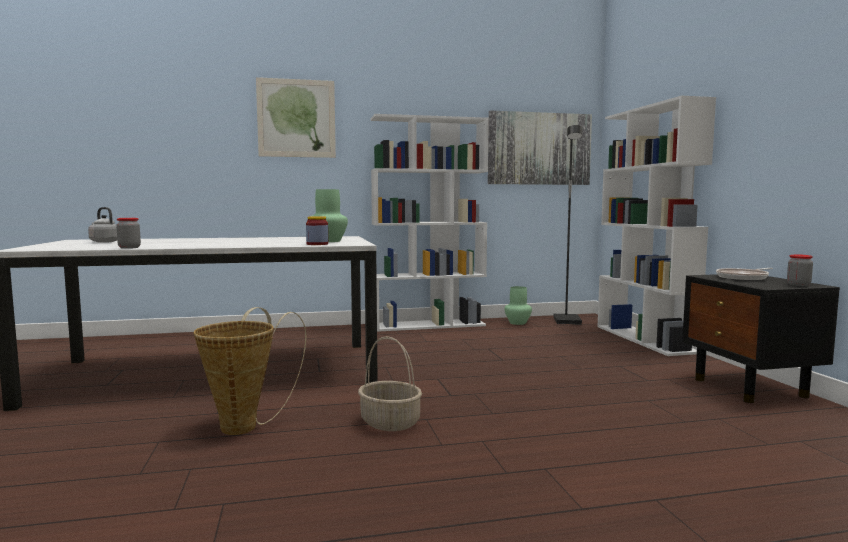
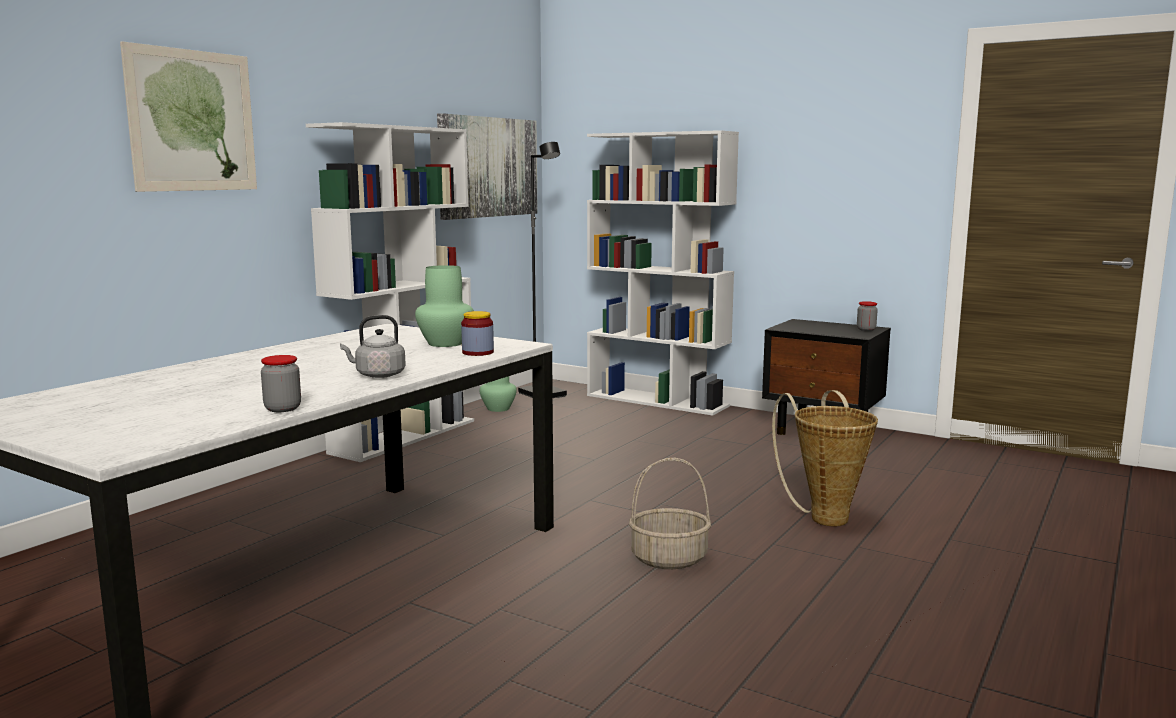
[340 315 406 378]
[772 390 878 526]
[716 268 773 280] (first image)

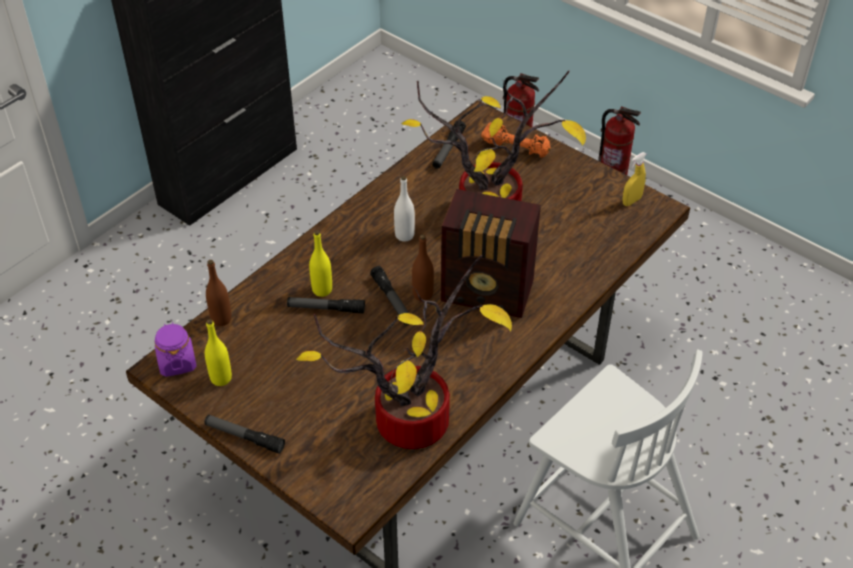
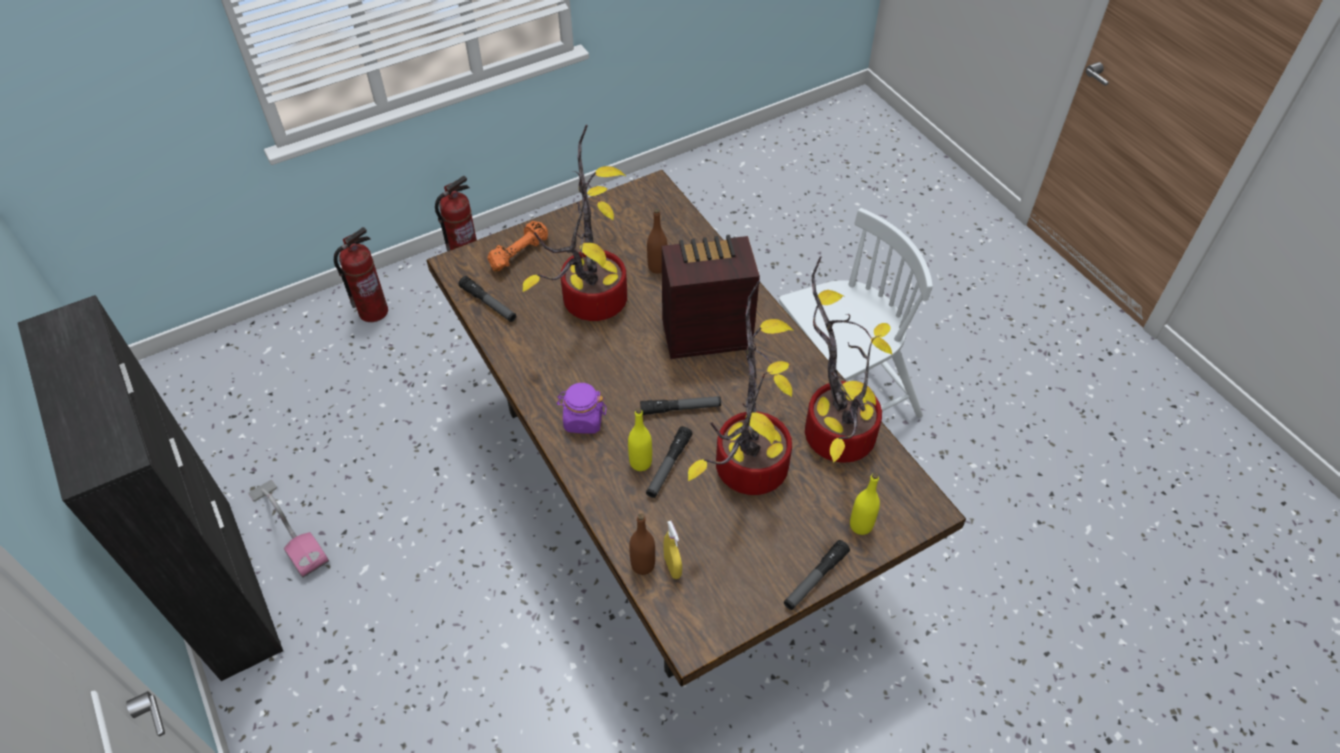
[248 480 329 578]
[556 383 607 434]
[647 209 668 274]
[662 235 760 359]
[663 521 682 579]
[688 281 795 495]
[850 473 880 535]
[394 176 415 242] (first image)

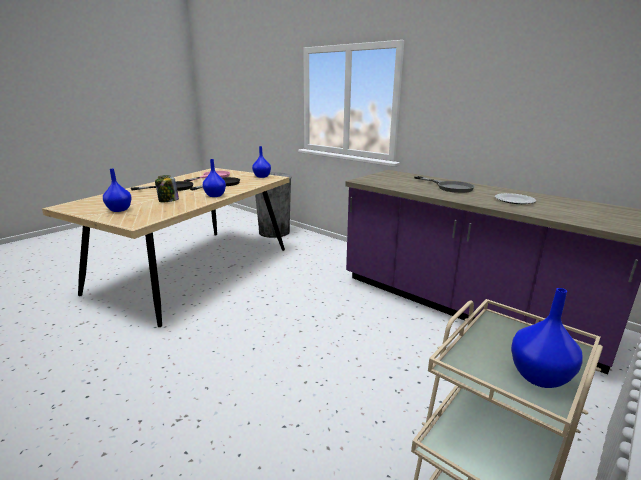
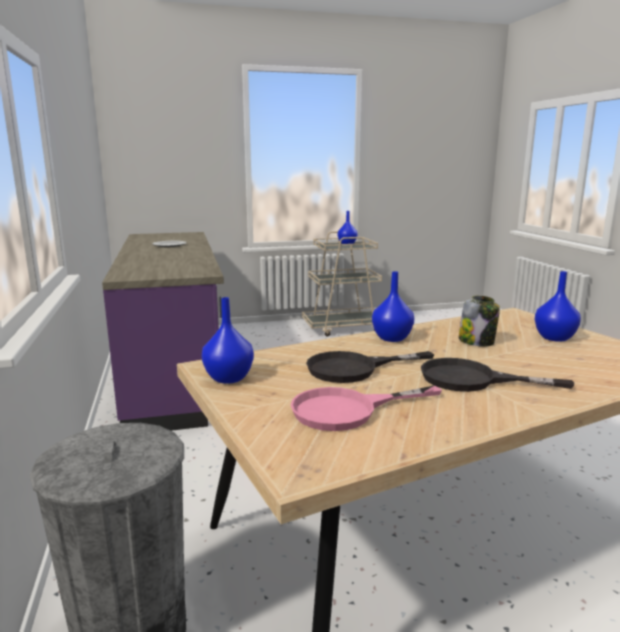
[414 176 475 193] (first image)

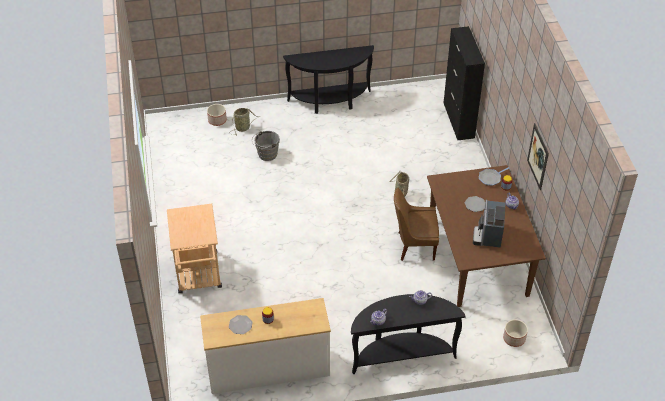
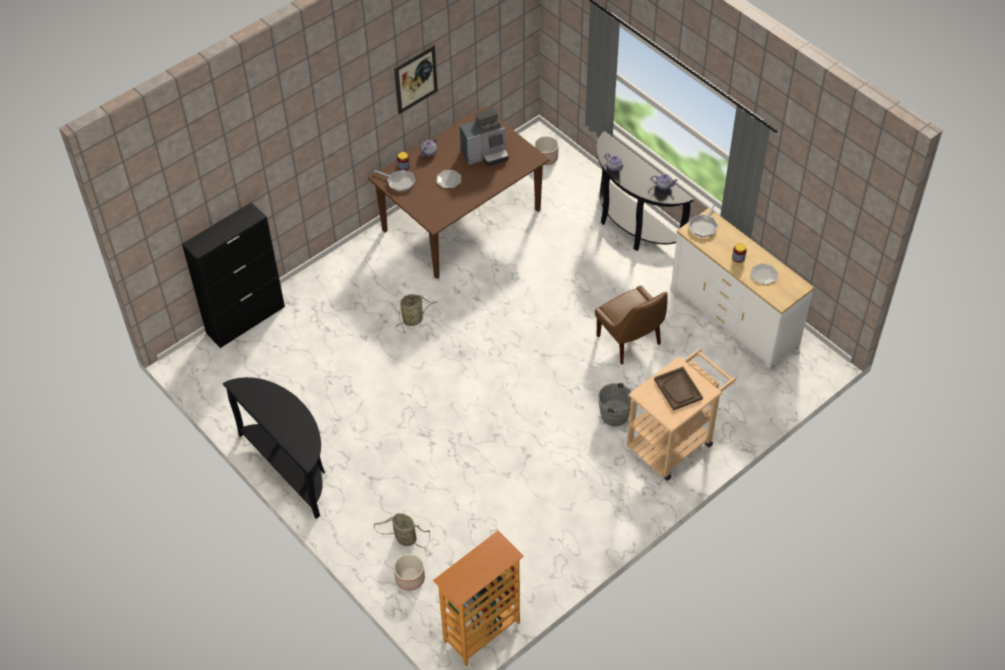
[433 531 524 666]
[595 286 668 365]
[598 383 633 426]
[654 367 703 411]
[689 204 718 237]

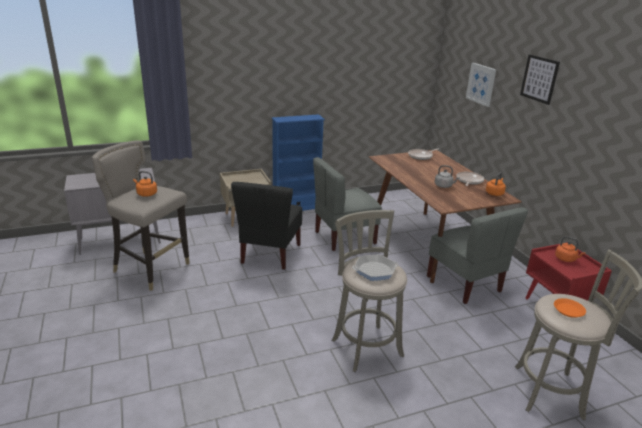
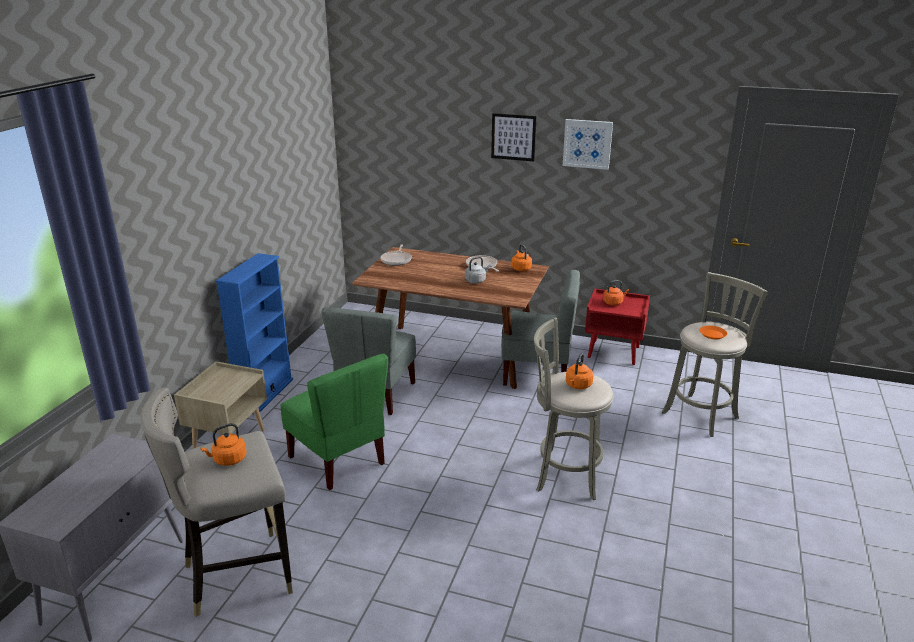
[281 354 388 490]
[563 119 613 170]
[566 353 593 389]

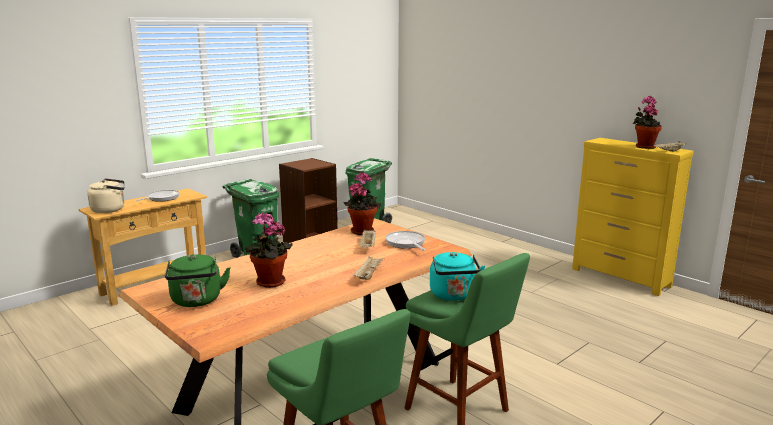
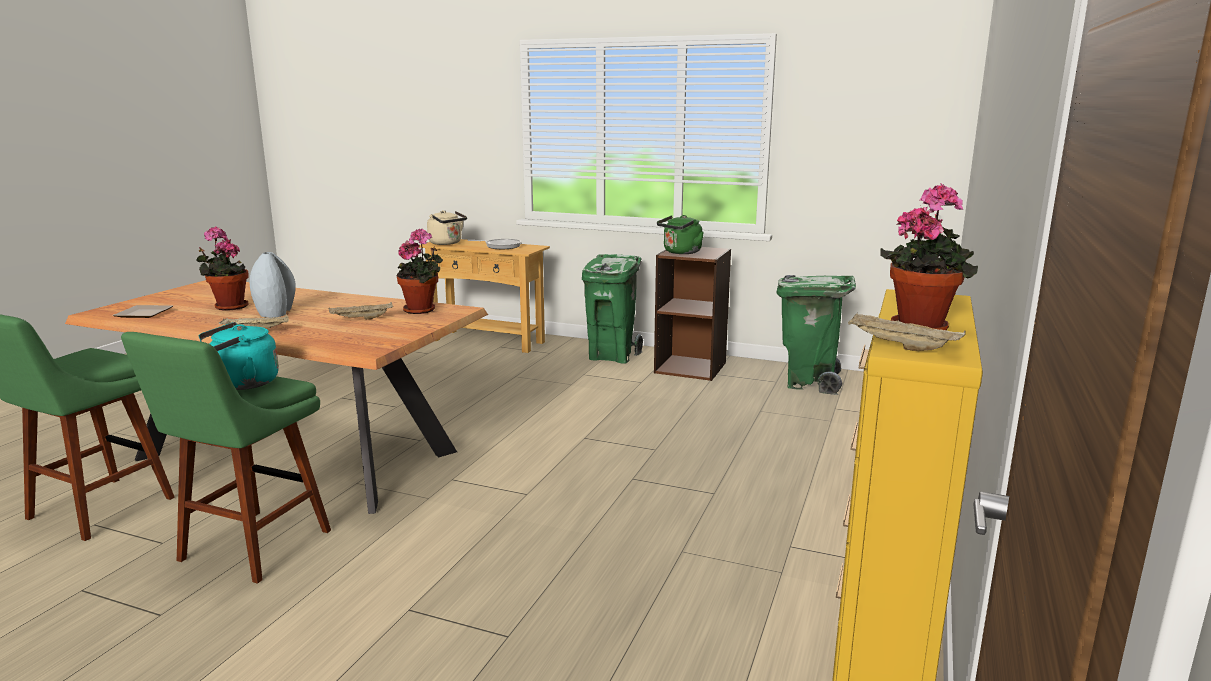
[113 305 173 318]
[250 252 296 318]
[657 215 704 254]
[385 231 425 251] (first image)

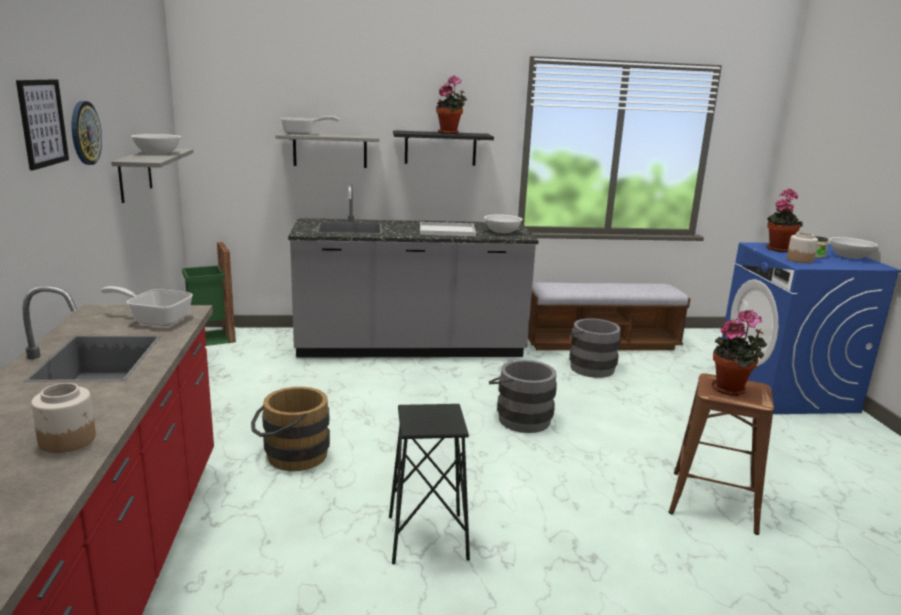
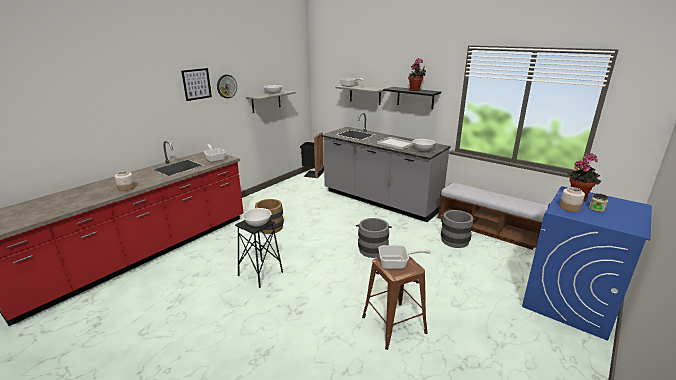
[242 208 272 226]
[300 133 324 178]
[378 245 431 269]

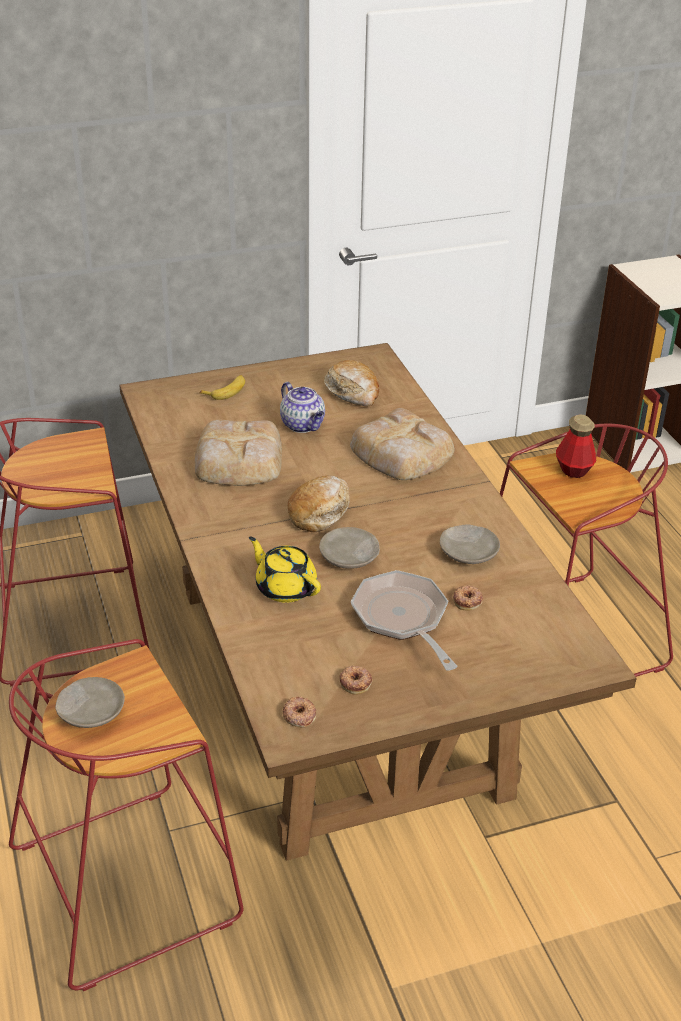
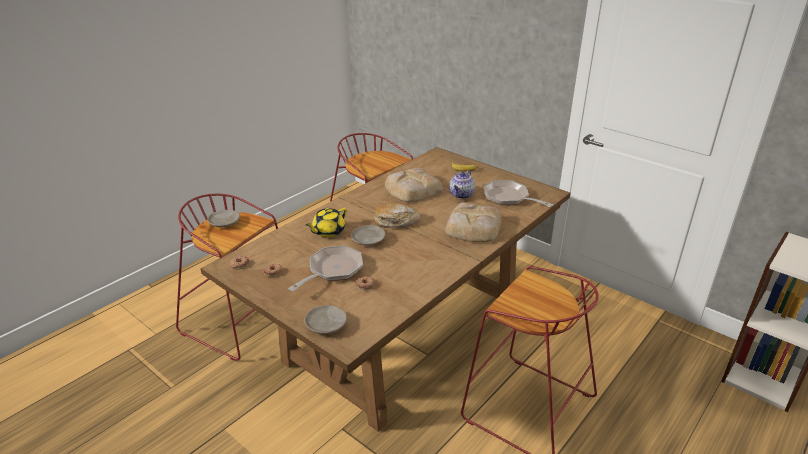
[304 305 347 335]
[306 208 347 238]
[483 180 553 207]
[556 414 596 478] (first image)

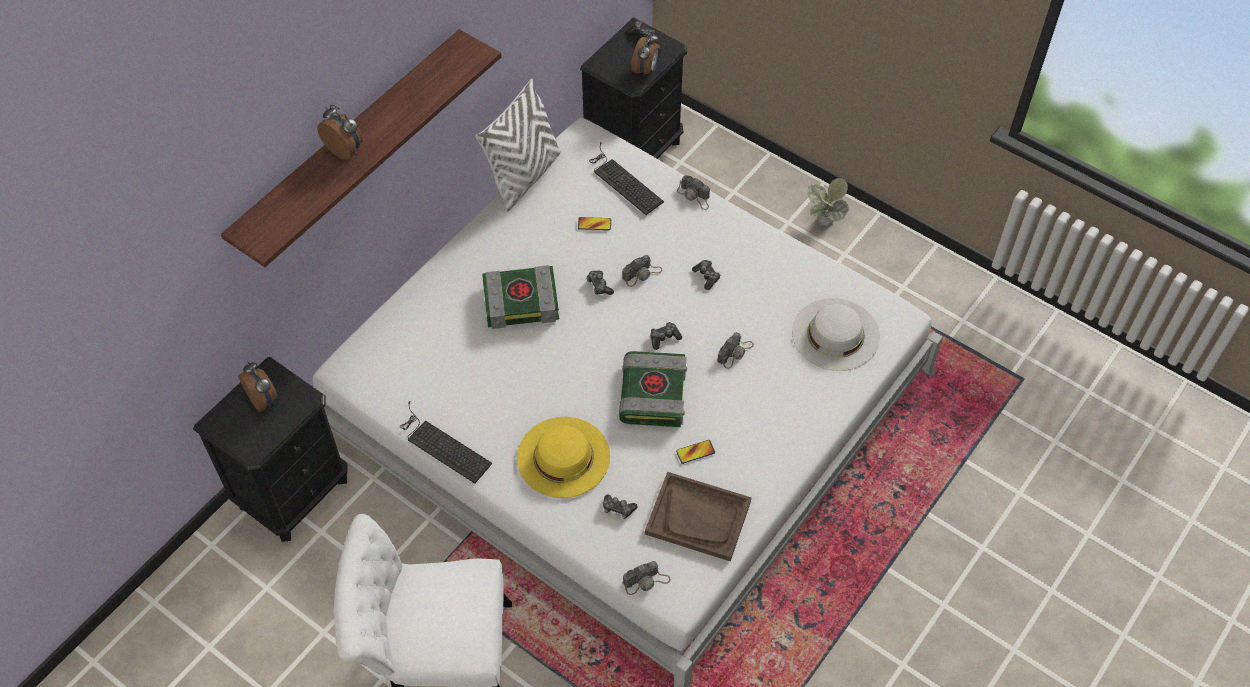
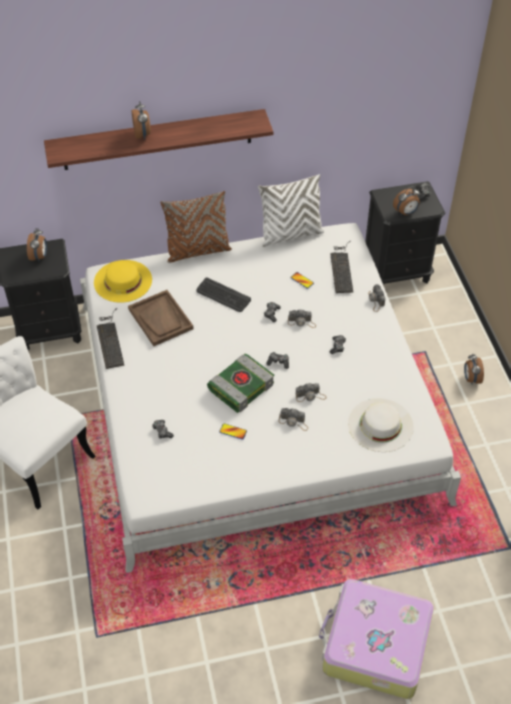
[94 260 152 303]
[128 290 194 346]
[160 191 232 263]
[196 277 251 312]
[279 408 308 431]
[319 579 434 699]
[464 353 484 384]

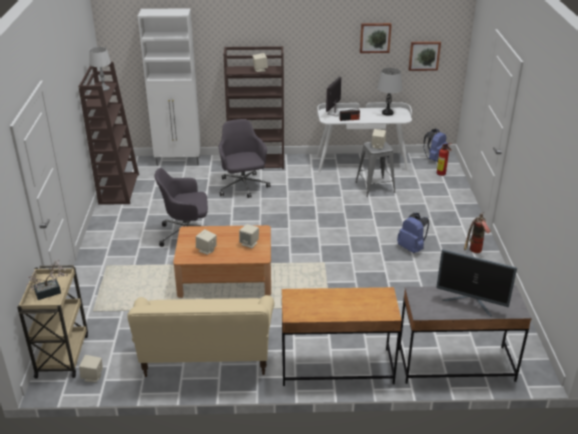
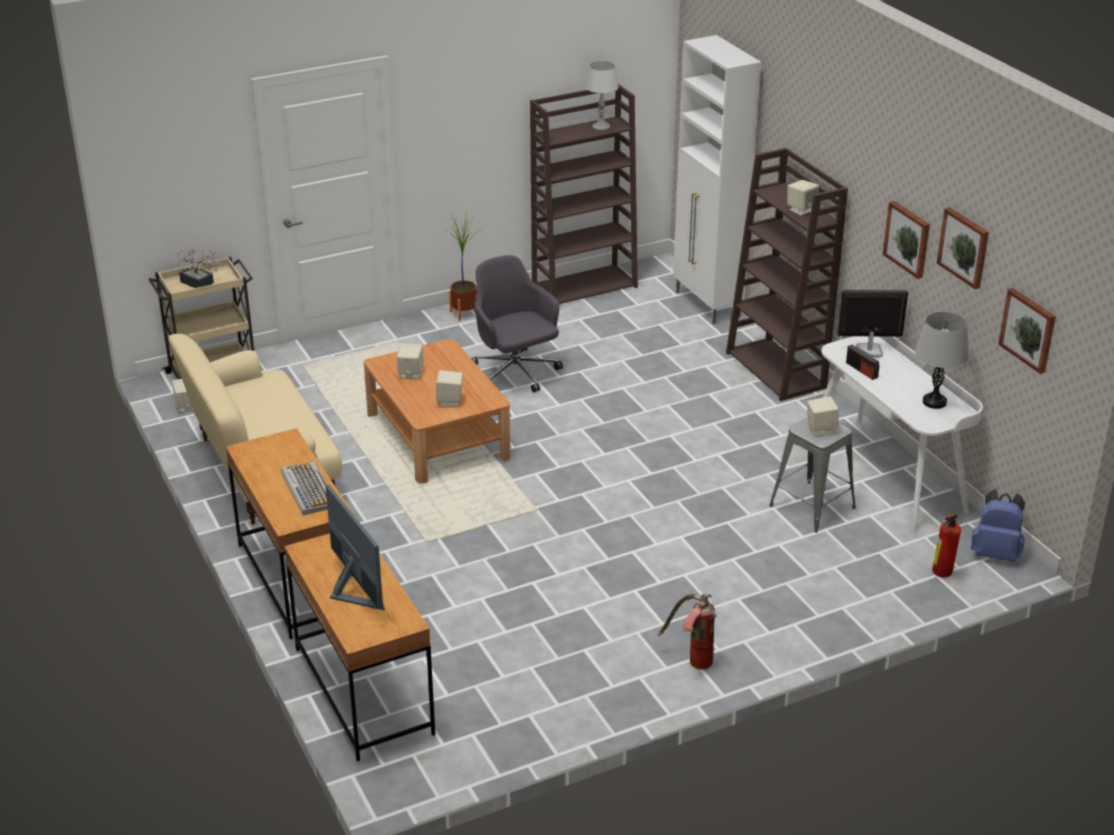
[281 461 328 515]
[284 533 435 761]
[325 484 385 611]
[449 212 482 321]
[883 201 930 279]
[219 119 271 198] (first image)
[397 213 429 253] (first image)

